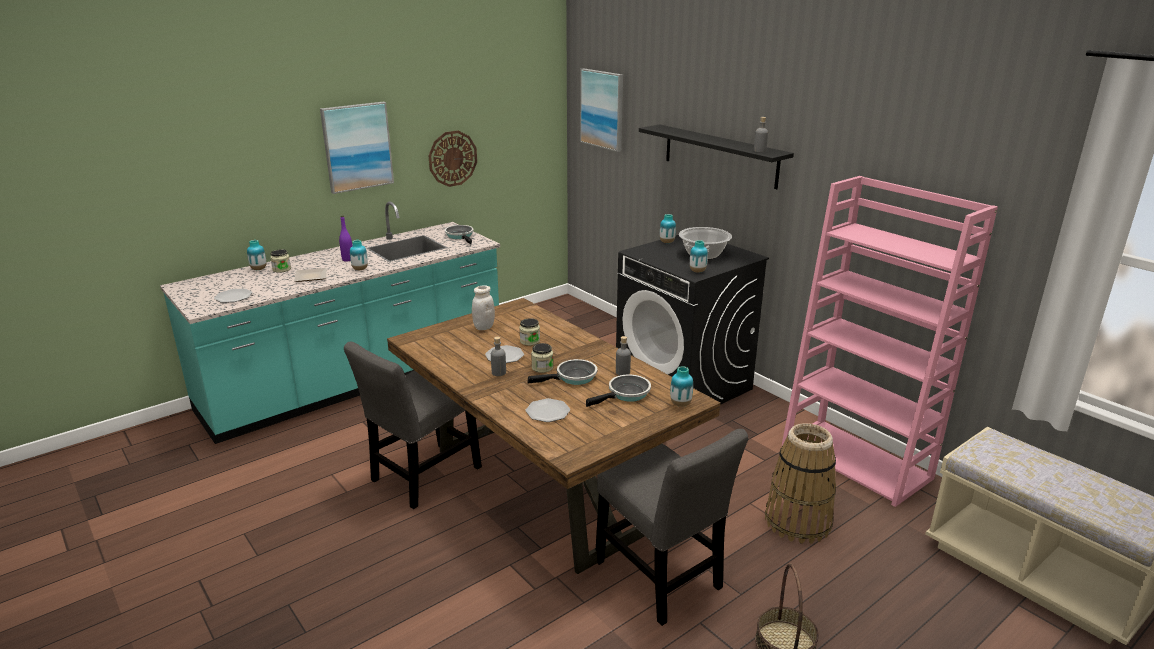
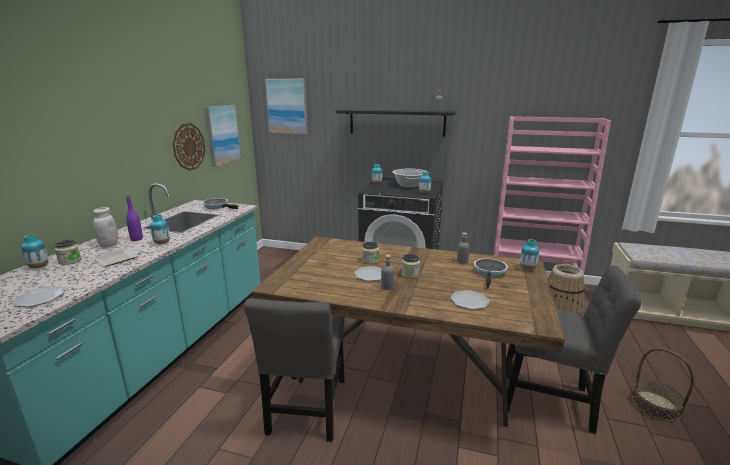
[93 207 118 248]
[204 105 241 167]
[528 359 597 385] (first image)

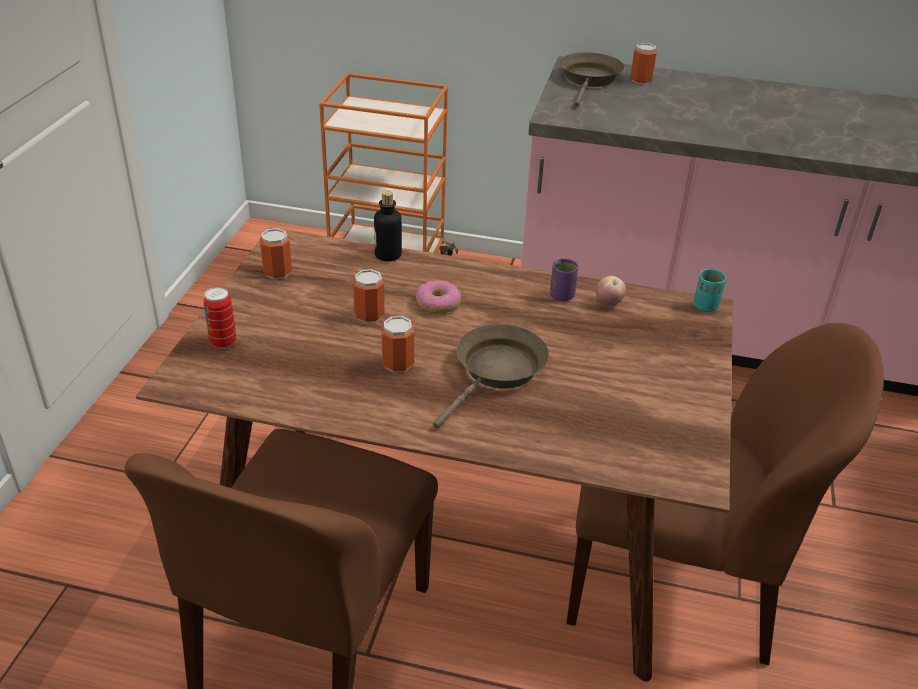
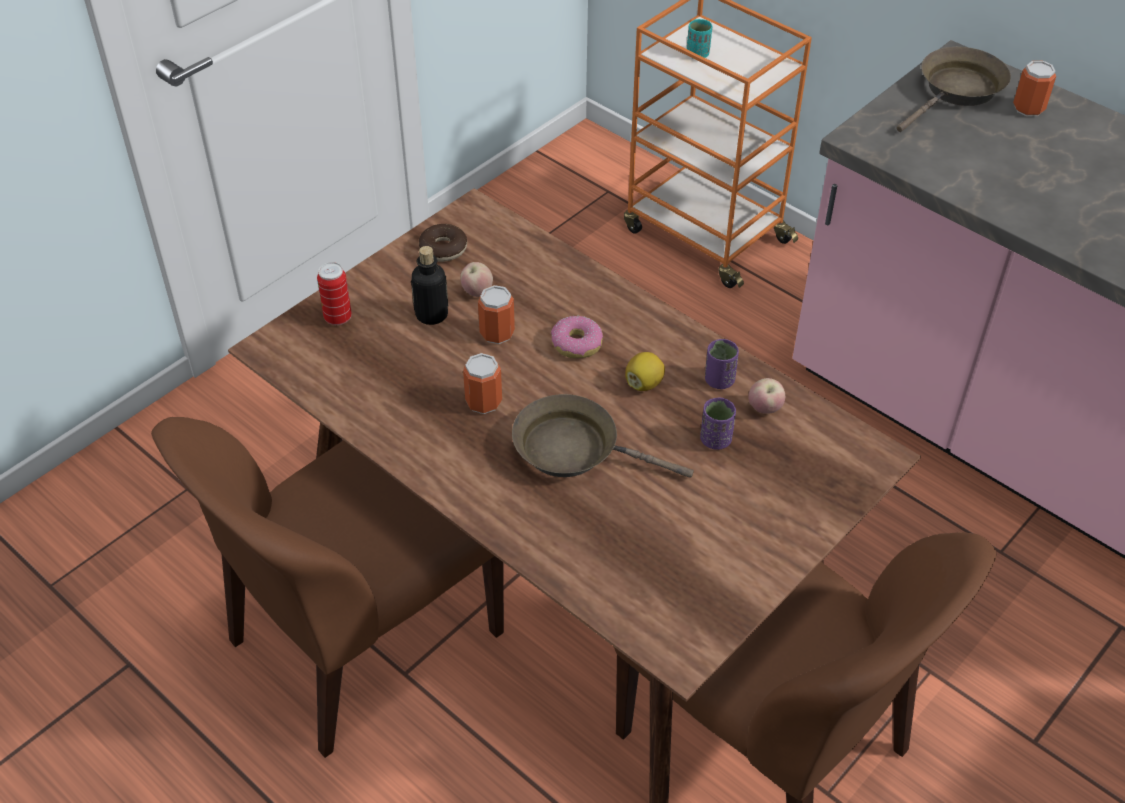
[411 246 448 325]
[419 224 467 262]
[460 262 493 297]
[512 394 694 478]
[625 352 665 391]
[687 19 712 58]
[700 397 736 450]

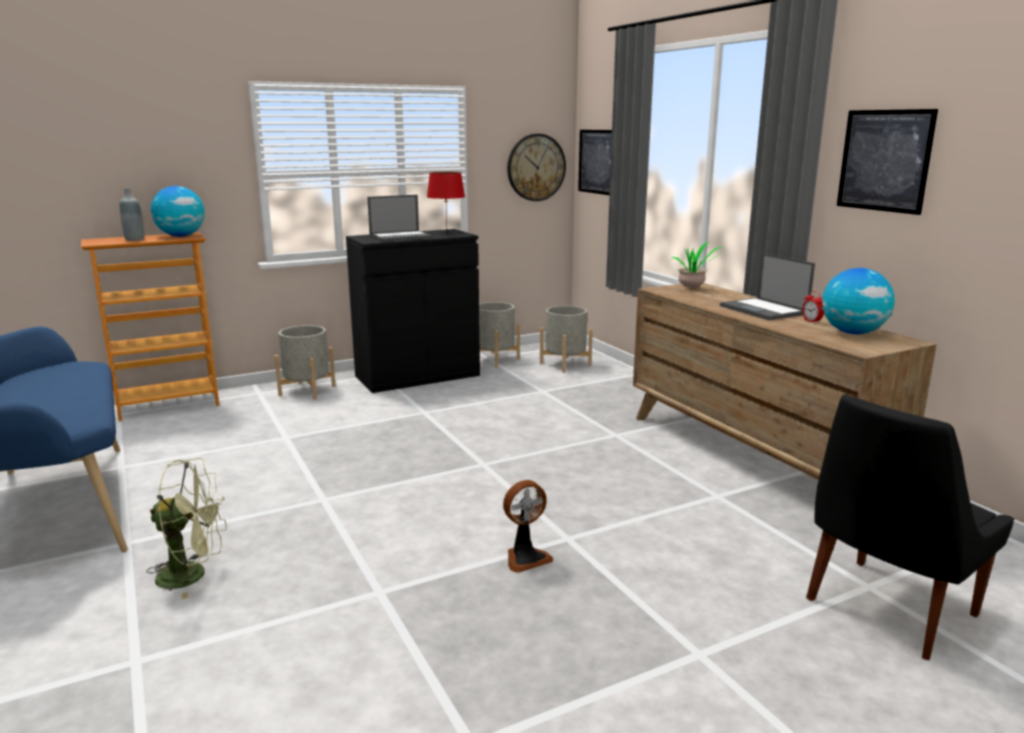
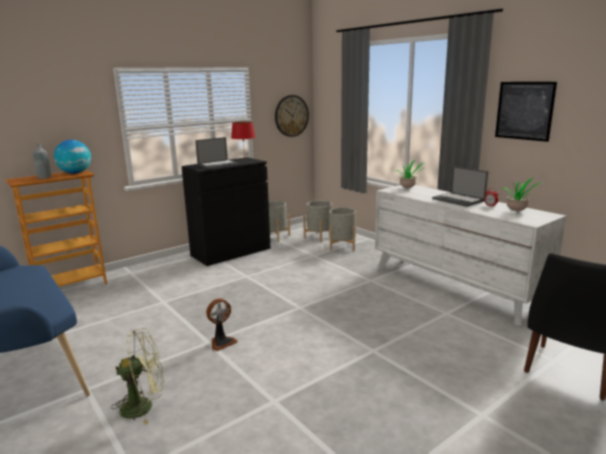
[206 298 237 351]
[329 208 356 251]
[375 185 566 326]
[502 178 540 211]
[578 130 612 195] (first image)

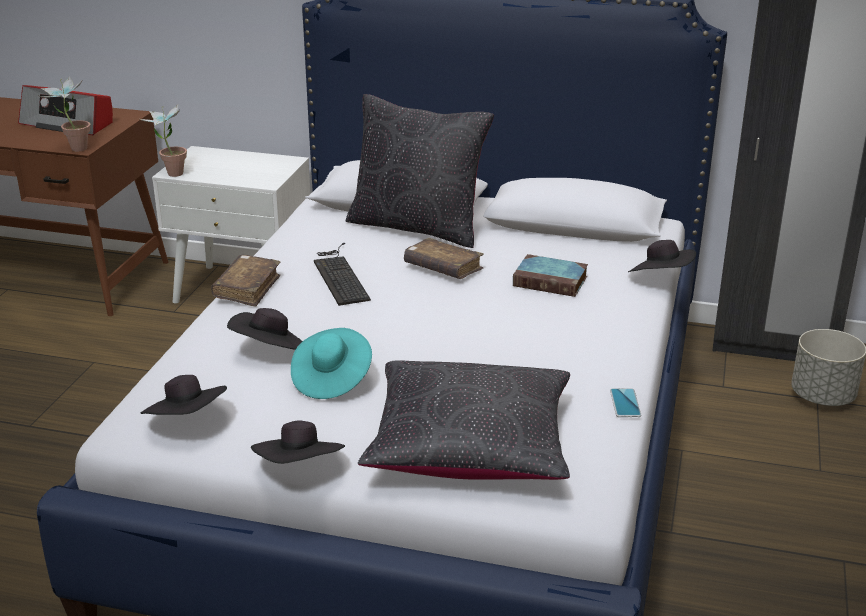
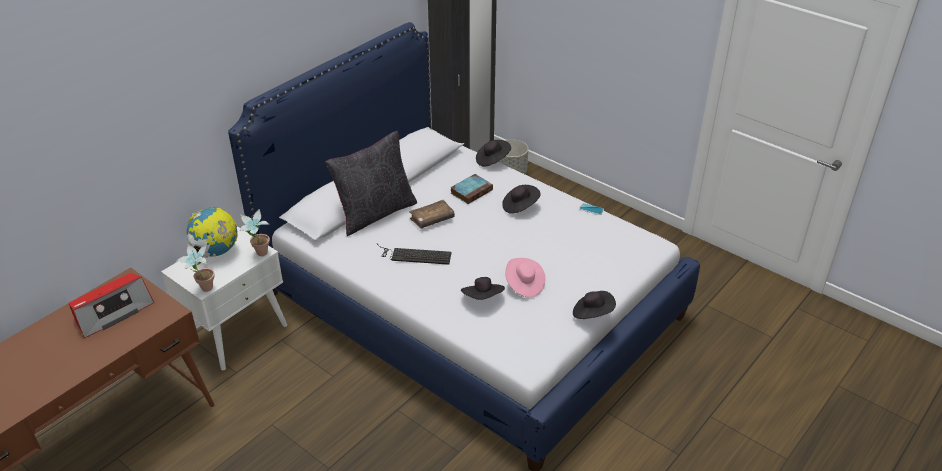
[187 208 238 258]
[240 209 270 256]
[502 185 541 214]
[505 258 545 298]
[211 255 280 307] (first image)
[358 360 570 480] (first image)

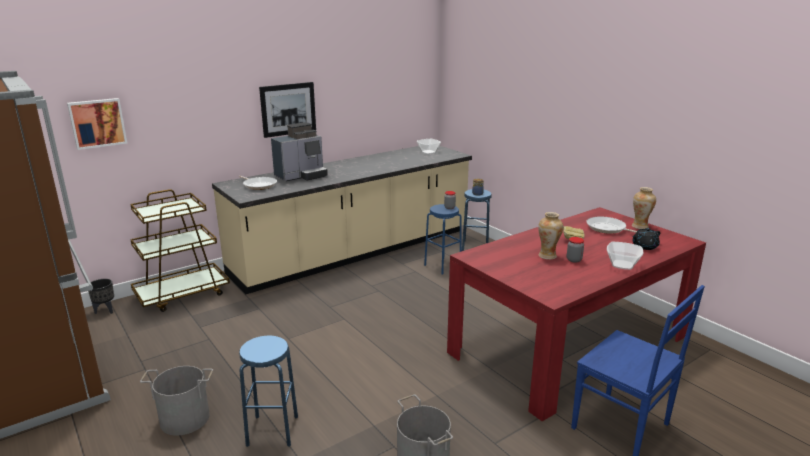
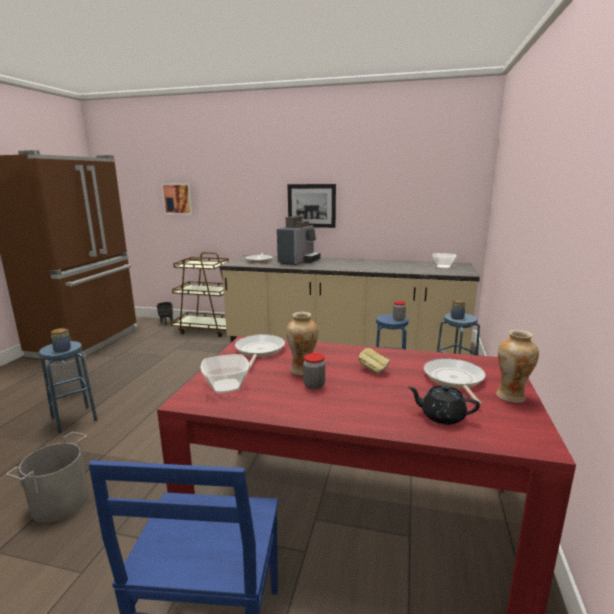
[51 328 72 353]
[200 354 249 393]
[235 334 285 369]
[277 216 320 265]

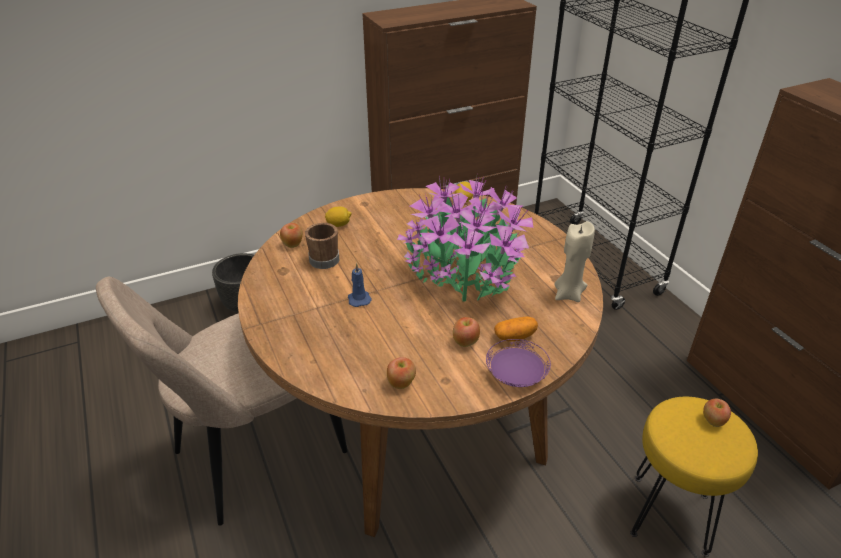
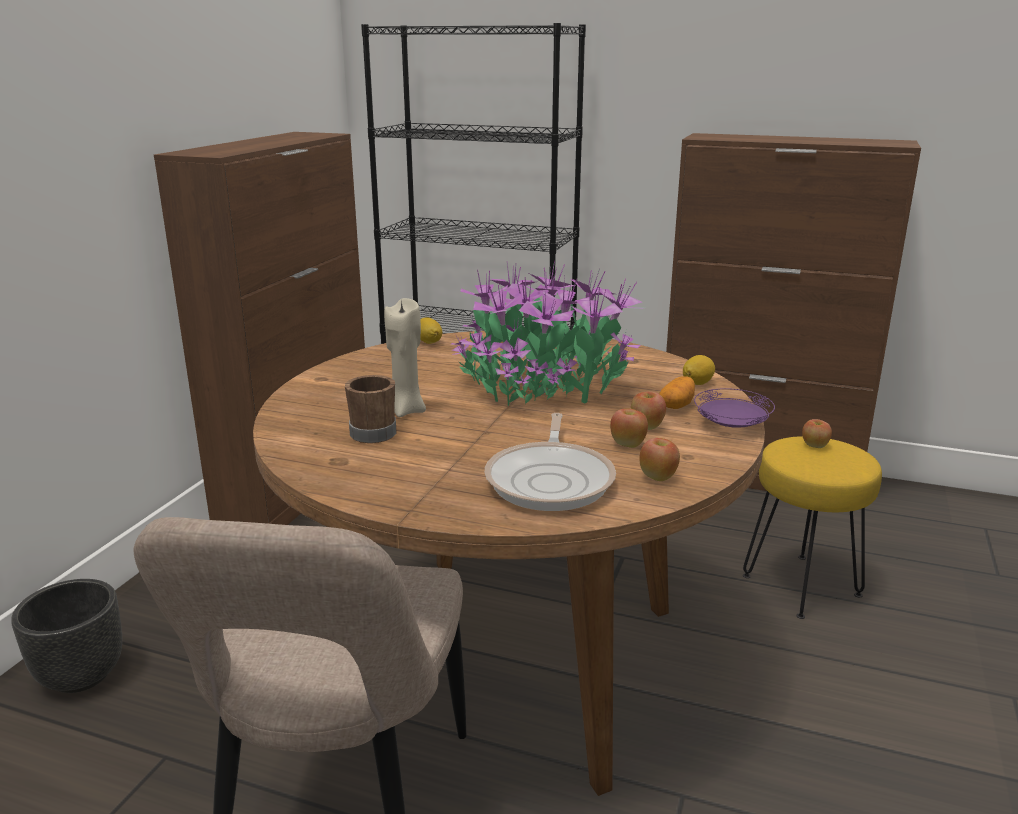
[384 298 426 417]
[485 413 616 511]
[610 409 648 448]
[683 355 715 385]
[348 263 372 307] (first image)

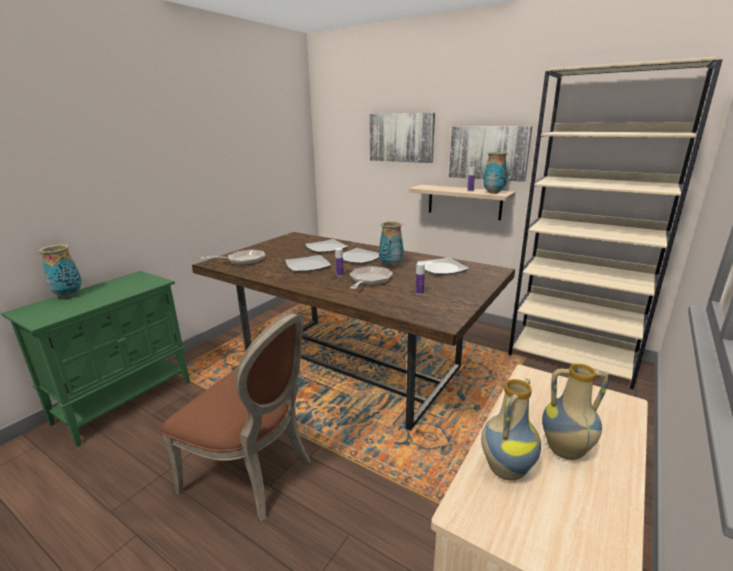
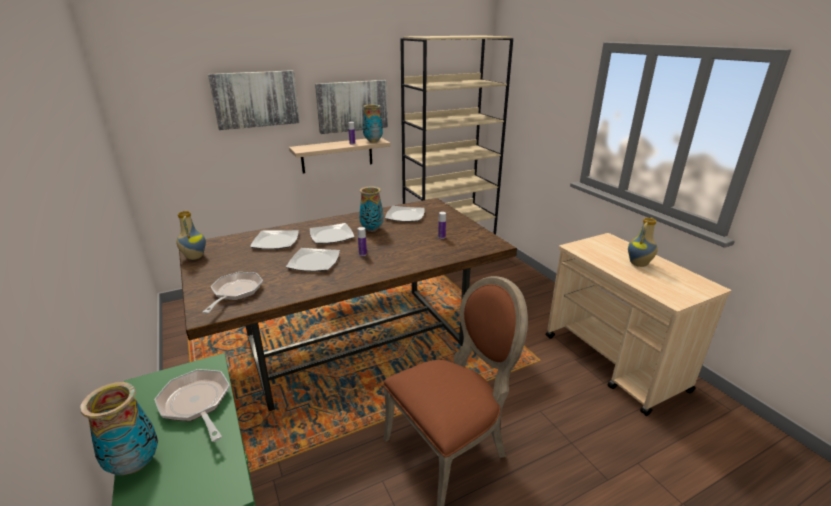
[154 369 230 442]
[176 211 206 260]

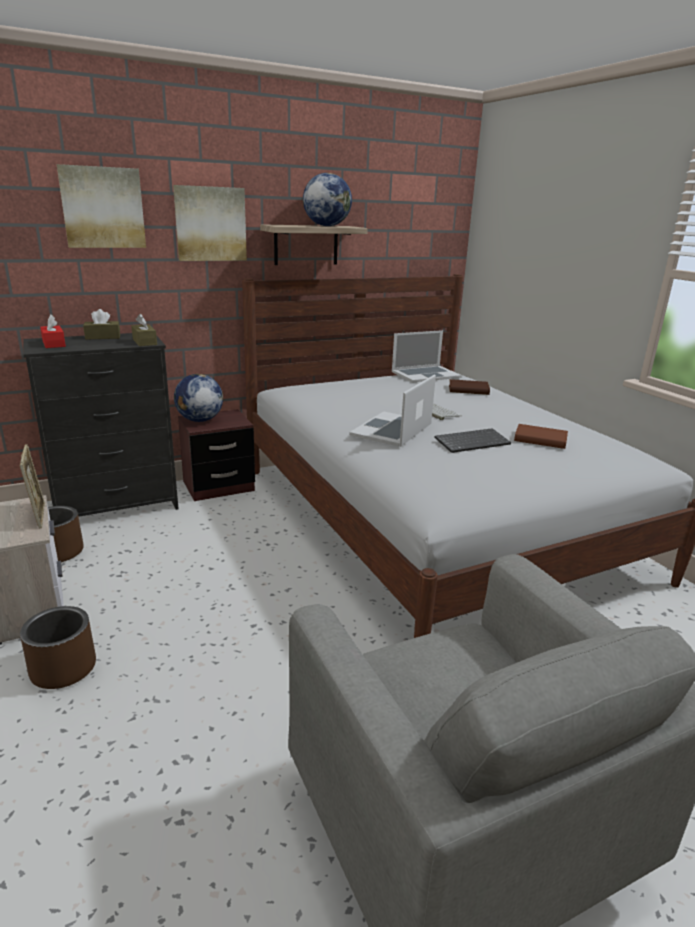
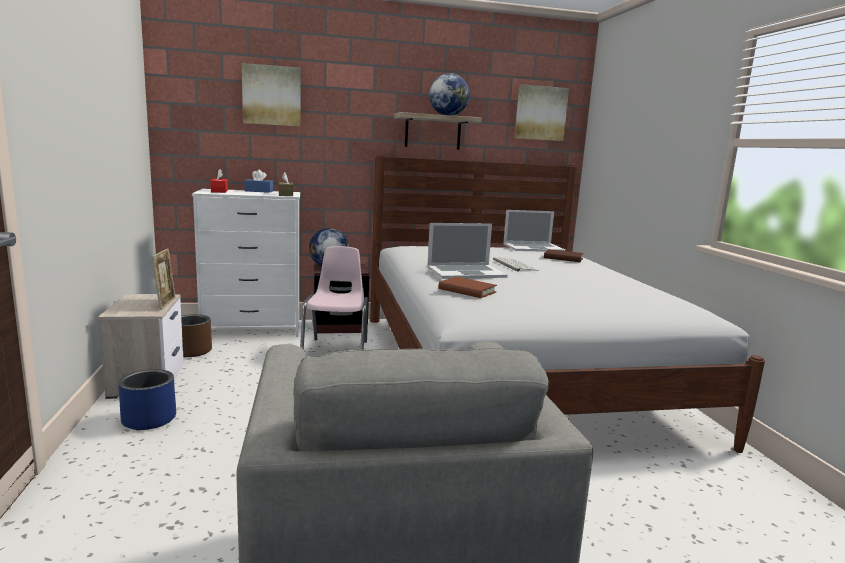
[118 369 176 430]
[192 189 300 337]
[244 170 273 193]
[300 246 368 350]
[427 223 508 279]
[438 277 497 298]
[515 84 569 141]
[434 428 511 453] (first image)

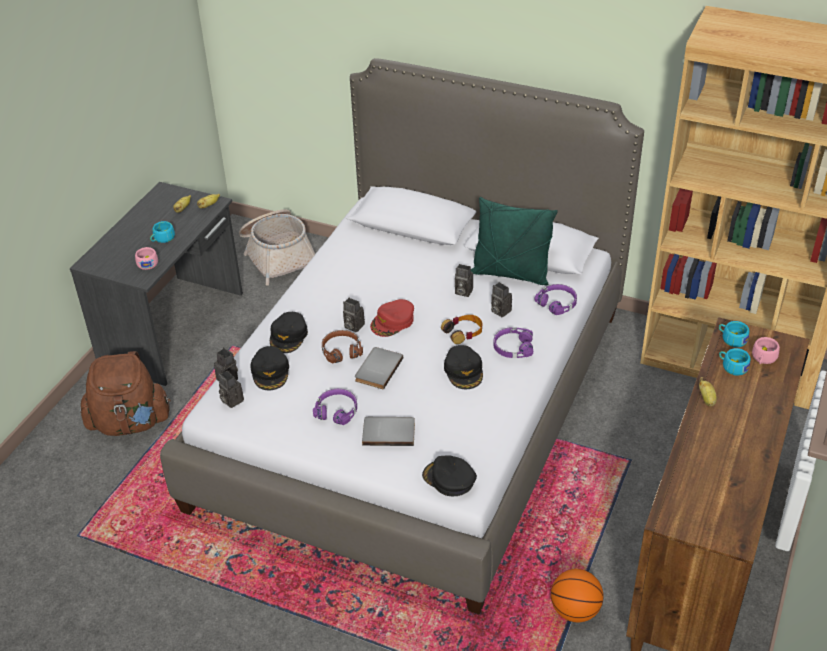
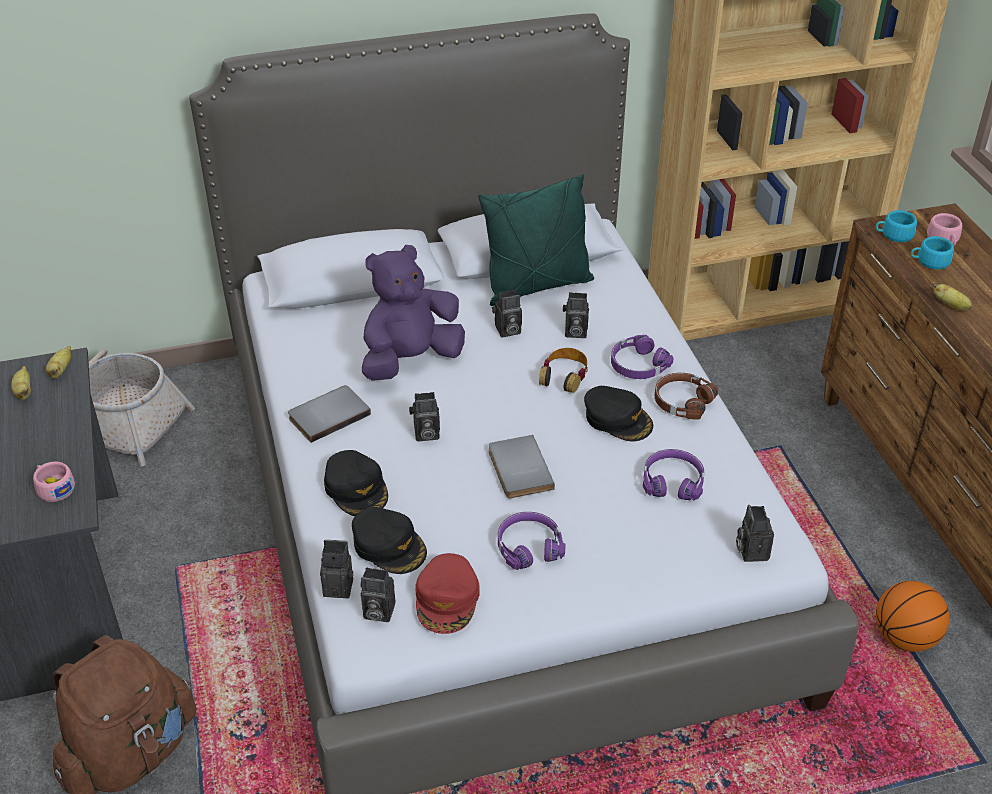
[288 385 371 443]
[362 245 465 381]
[415 553 480 634]
[643 449 704 501]
[655 373 718 420]
[736 505 774 562]
[150 221 175 243] (first image)

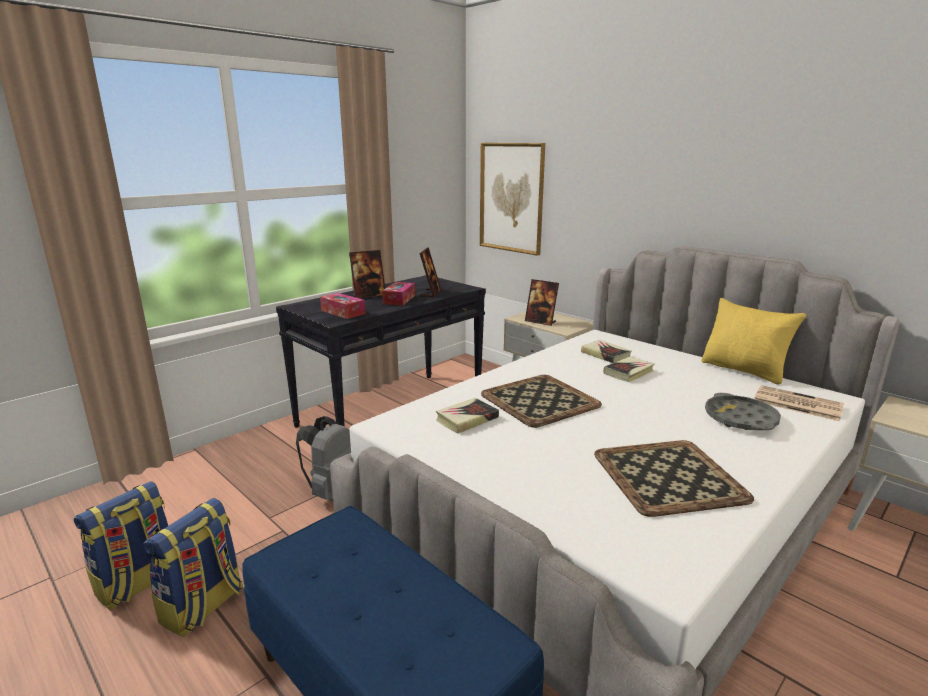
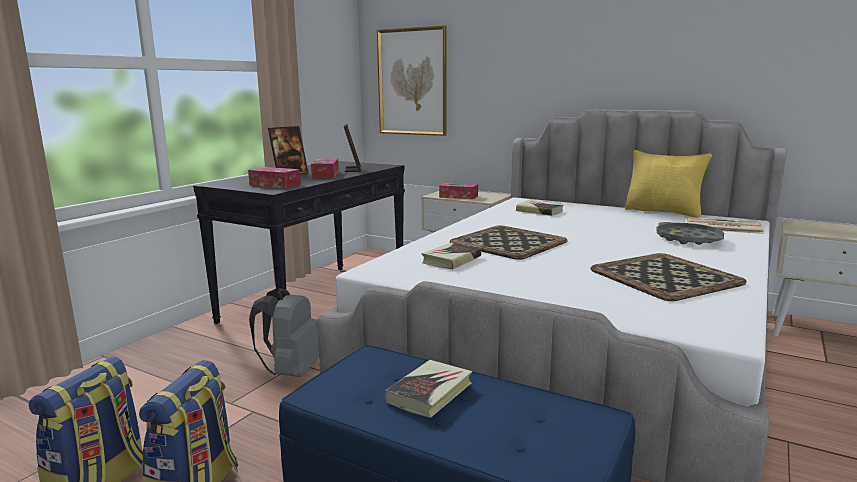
[385 360 472 418]
[439 183 478 199]

